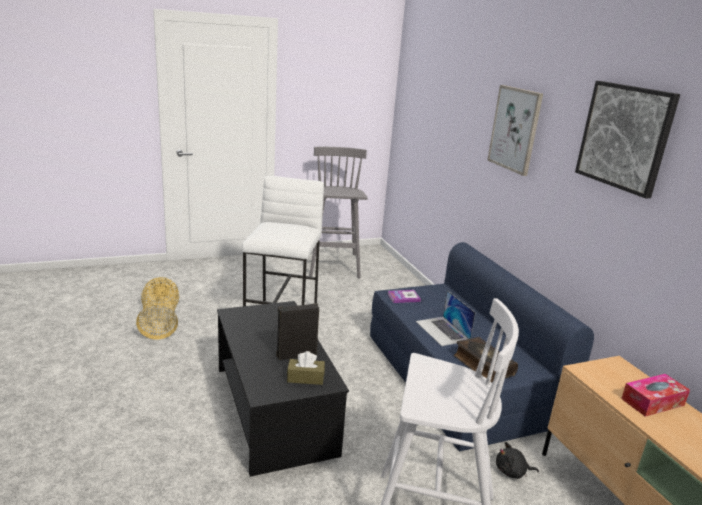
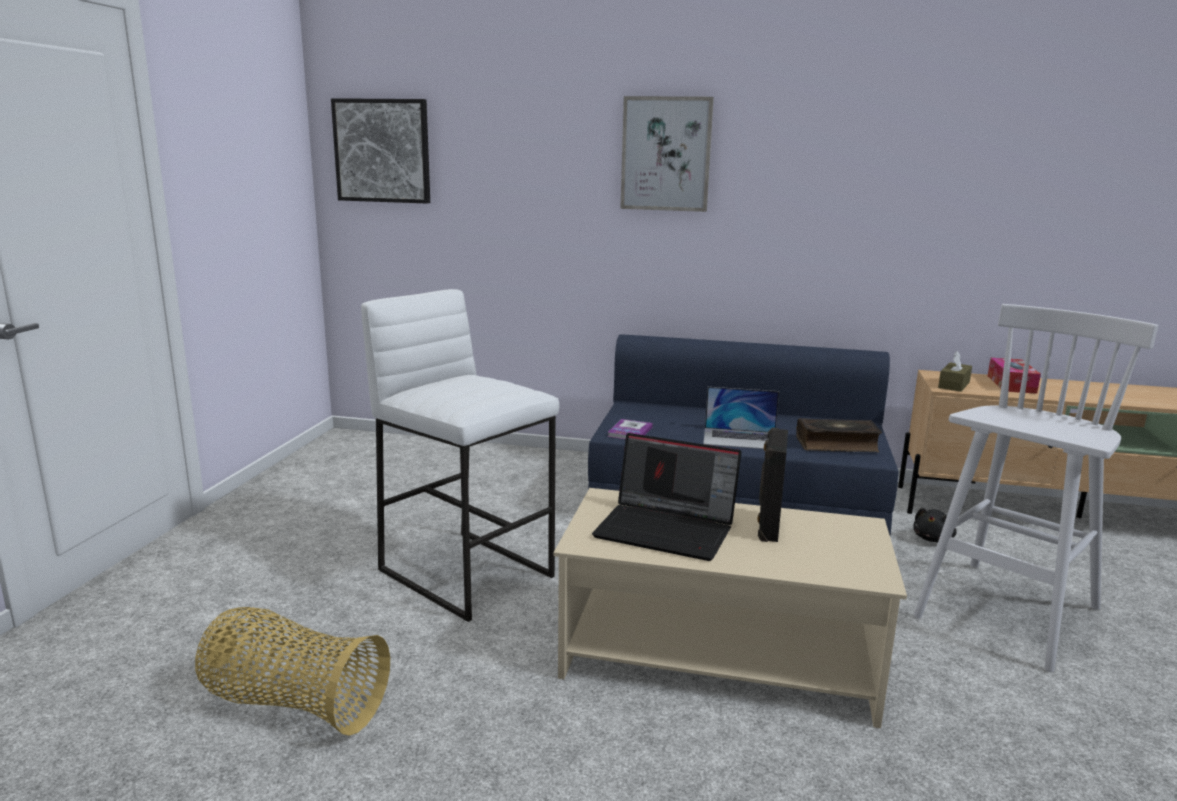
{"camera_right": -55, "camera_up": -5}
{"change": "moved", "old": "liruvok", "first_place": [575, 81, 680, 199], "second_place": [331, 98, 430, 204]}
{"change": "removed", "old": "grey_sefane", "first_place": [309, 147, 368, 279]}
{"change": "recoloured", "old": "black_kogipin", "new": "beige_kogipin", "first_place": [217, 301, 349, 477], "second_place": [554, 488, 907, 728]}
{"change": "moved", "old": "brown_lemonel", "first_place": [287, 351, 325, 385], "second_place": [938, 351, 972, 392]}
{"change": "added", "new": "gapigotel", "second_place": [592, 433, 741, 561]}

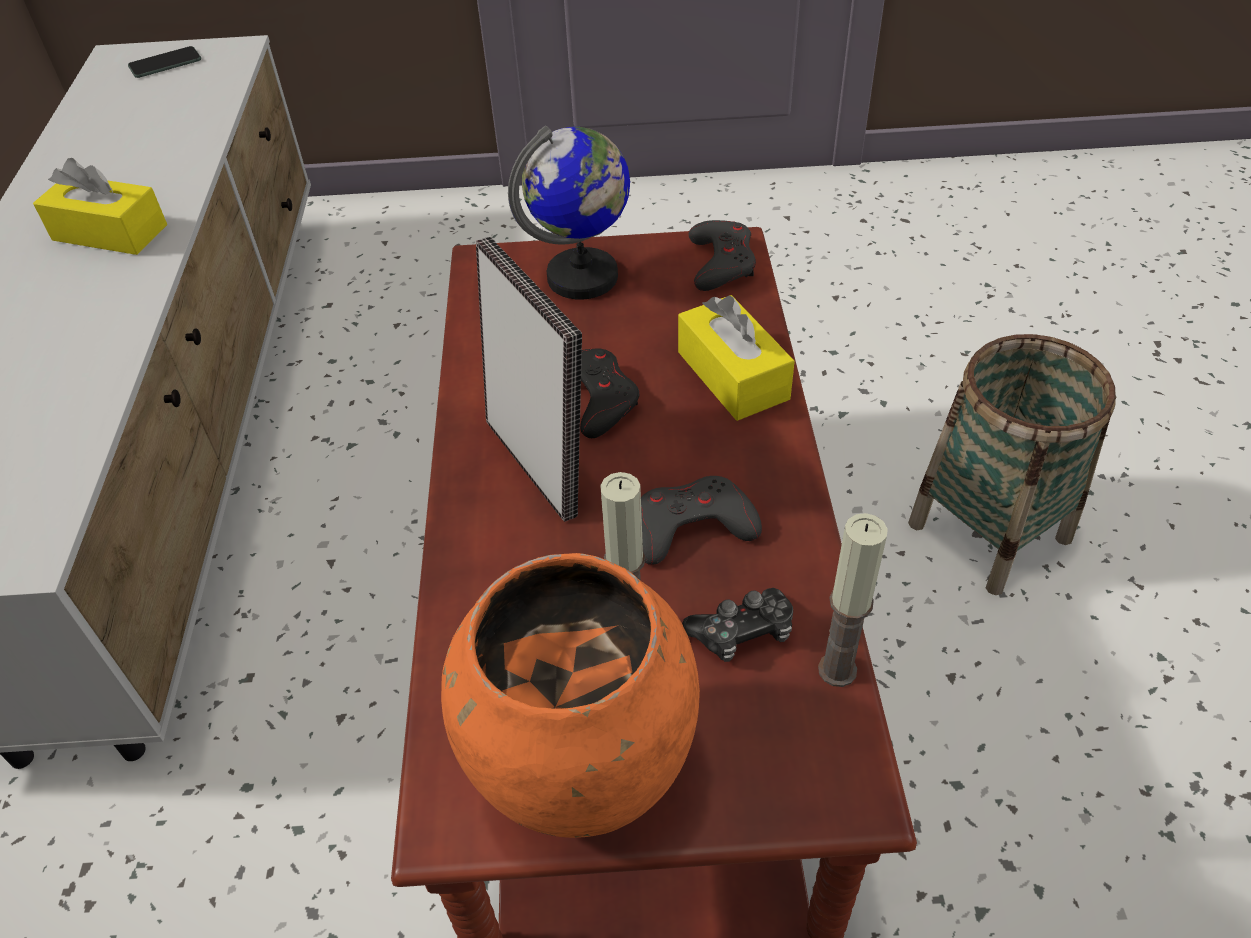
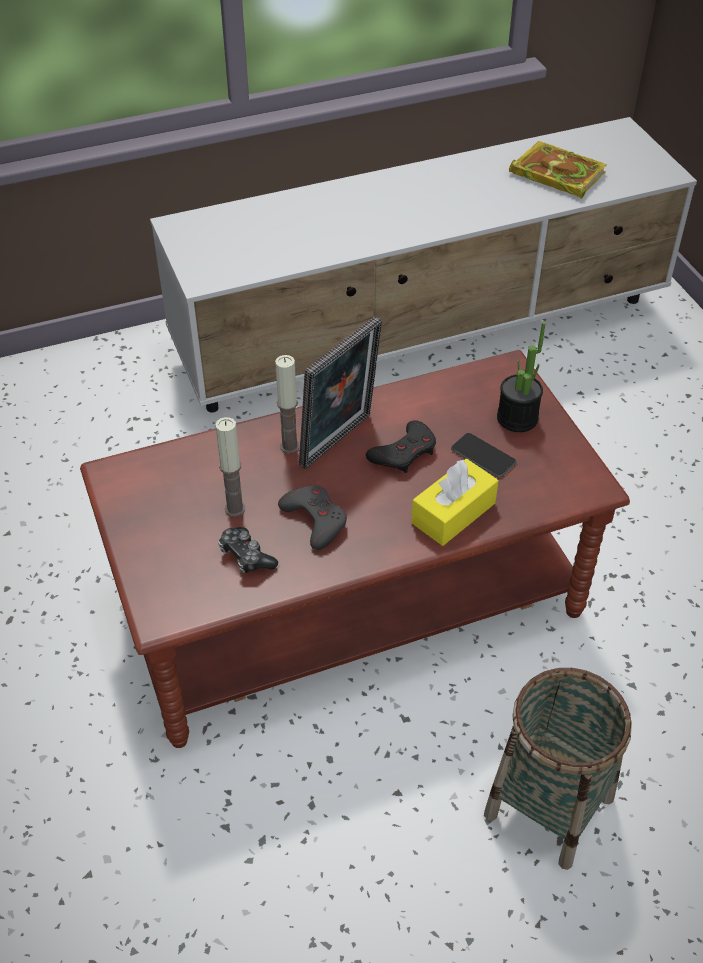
{"camera_right": 70, "camera_up": 0}
{"change": "moved", "old": "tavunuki", "first_place": [128, 46, 201, 78], "second_place": [451, 433, 516, 478]}
{"change": "replaced", "old": "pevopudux", "new": "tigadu", "first_place": [508, 126, 630, 300], "second_place": [497, 322, 545, 432]}
{"change": "removed", "old": "yellow_lemonel", "first_place": [33, 158, 167, 255]}
{"change": "removed", "old": "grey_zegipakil", "first_place": [689, 220, 756, 291]}
{"change": "moved", "old": "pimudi", "first_place": [818, 513, 888, 687], "second_place": [275, 355, 300, 453]}
{"change": "removed", "old": "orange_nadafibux", "first_place": [441, 553, 700, 838]}
{"change": "added", "new": "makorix", "second_place": [509, 141, 607, 199]}

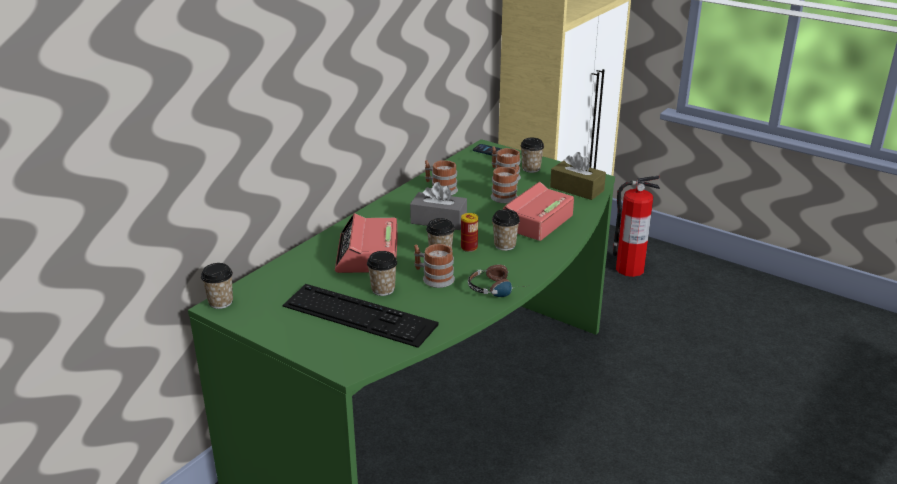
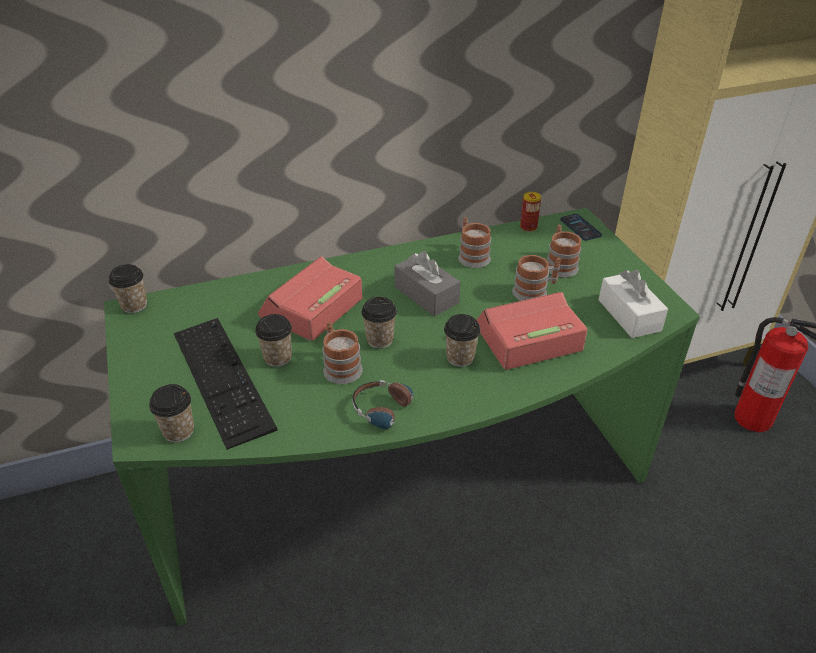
{"camera_right": 35, "camera_up": 10}
{"change": "moved", "old": "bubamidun", "first_place": [520, 138, 544, 173], "second_place": [149, 384, 194, 442]}
{"change": "recoloured", "old": "brown_lemonel", "new": "white_lemonel", "first_place": [550, 152, 606, 200], "second_place": [599, 270, 668, 338]}
{"change": "moved", "old": "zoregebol", "first_place": [461, 213, 478, 252], "second_place": [520, 192, 541, 232]}

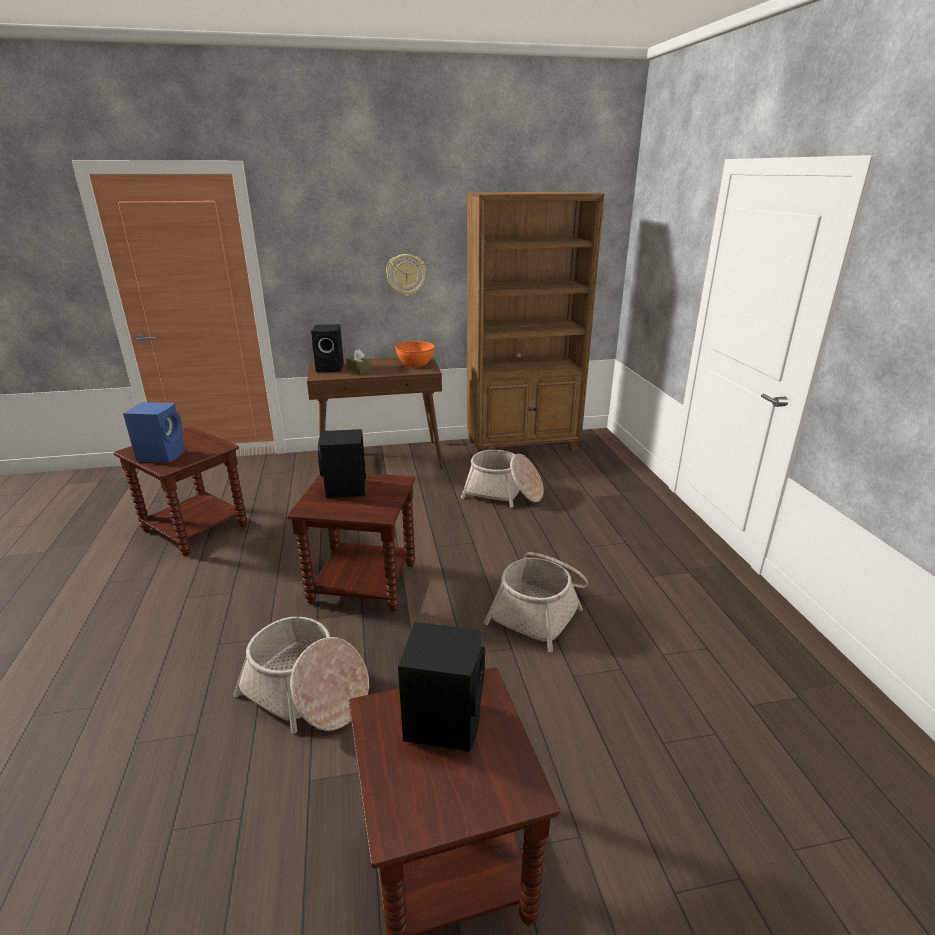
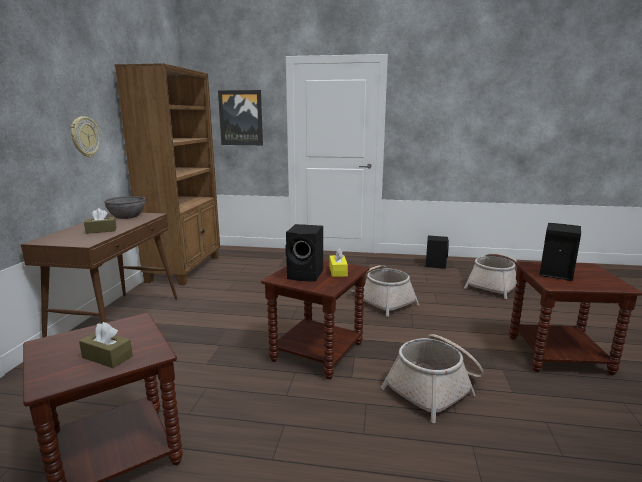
{"camera_right": -70, "camera_up": -10}
{"change": "moved", "old": "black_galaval", "first_place": [311, 324, 344, 372], "second_place": [426, 235, 449, 269]}
{"change": "recoloured", "old": "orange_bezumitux", "new": "grey_bezumitux", "first_place": [395, 341, 435, 367], "second_place": [104, 196, 146, 219]}
{"change": "replaced", "old": "blue_galaval", "new": "brown_lemonel", "first_place": [123, 402, 185, 463], "second_place": [79, 322, 133, 368]}
{"change": "moved", "old": "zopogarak", "first_place": [461, 450, 544, 507], "second_place": [464, 253, 518, 299]}
{"change": "added", "new": "liruvok", "second_place": [218, 90, 263, 145]}
{"change": "added", "new": "yellow_lemonel", "second_place": [329, 248, 348, 277]}

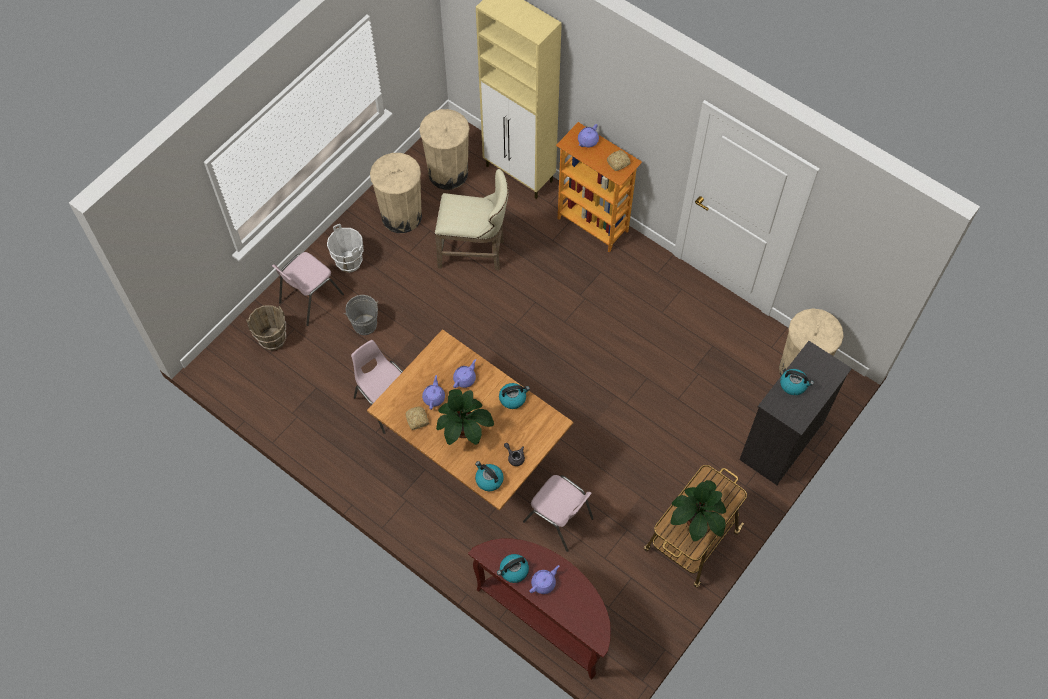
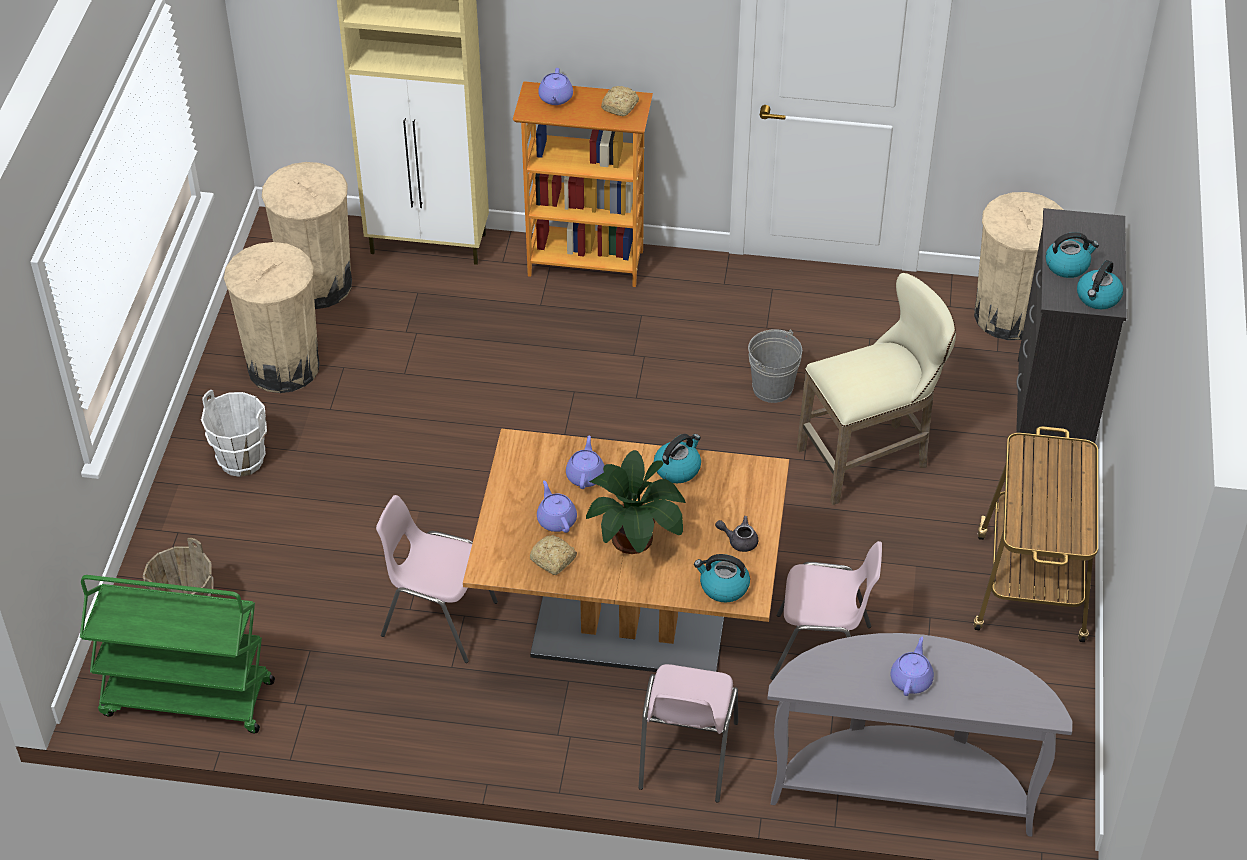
{"camera_right": -30, "camera_up": -15}
{"change": "moved", "old": "beige_sefane", "first_place": [435, 169, 509, 271], "second_place": [797, 273, 956, 505]}
{"change": "moved", "old": "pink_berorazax", "first_place": [272, 252, 344, 326], "second_place": [639, 664, 738, 802]}
{"change": "moved", "old": "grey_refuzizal", "first_place": [344, 295, 378, 335], "second_place": [748, 329, 802, 403]}
{"change": "removed", "old": "tigadu", "first_place": [670, 480, 726, 541]}
{"change": "recoloured", "old": "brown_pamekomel", "new": "grey_pamekomel", "first_place": [468, 539, 611, 679], "second_place": [767, 633, 1072, 837]}
{"change": "moved", "old": "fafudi", "first_place": [497, 554, 529, 583], "second_place": [1077, 260, 1123, 309]}
{"change": "added", "new": "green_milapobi", "second_place": [80, 575, 275, 733]}

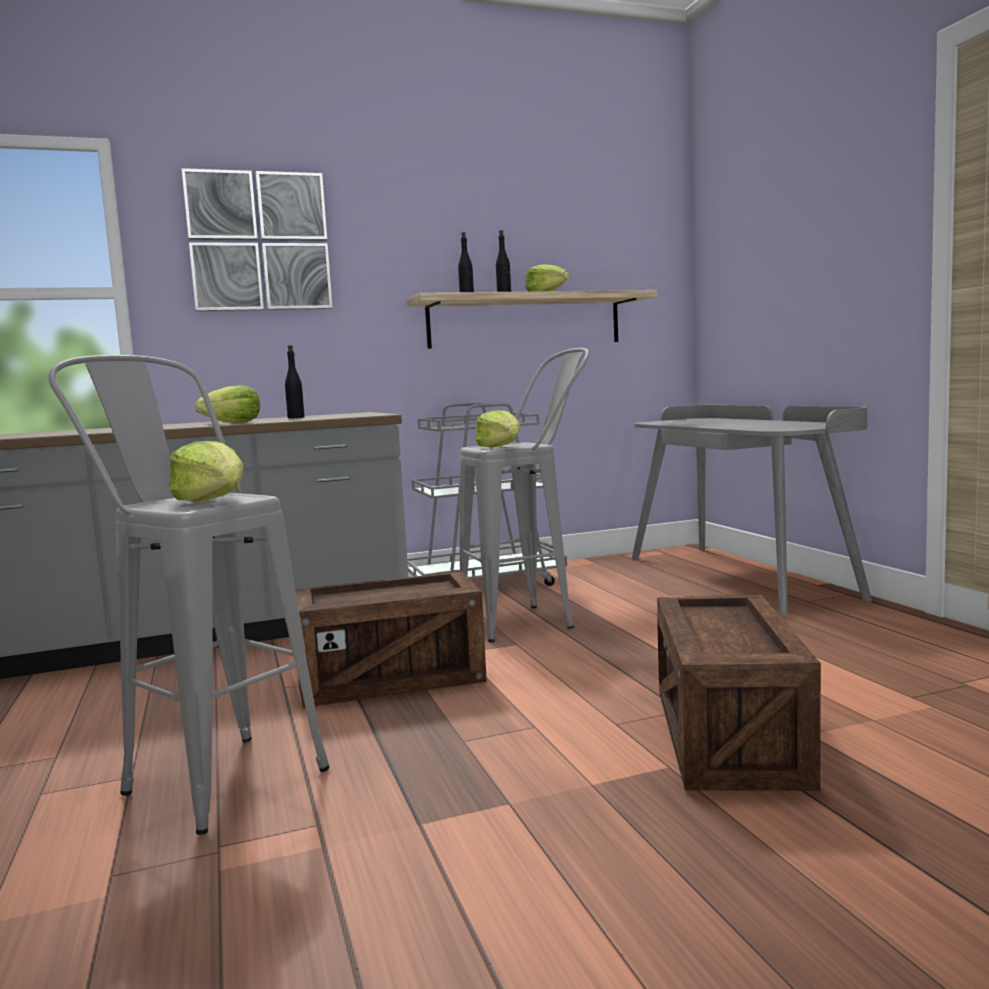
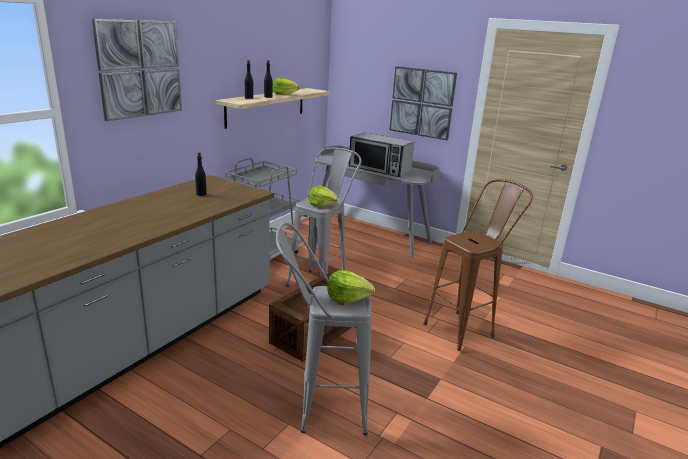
{"camera_right": -40, "camera_up": 15}
{"change": "removed", "old": "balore", "first_place": [195, 385, 260, 423]}
{"change": "replaced", "old": "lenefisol", "new": "brown_sefane", "first_place": [657, 595, 821, 791], "second_place": [423, 179, 533, 351]}
{"change": "added", "new": "liruvok", "second_place": [390, 66, 457, 140]}
{"change": "added", "new": "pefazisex", "second_place": [349, 132, 414, 177]}

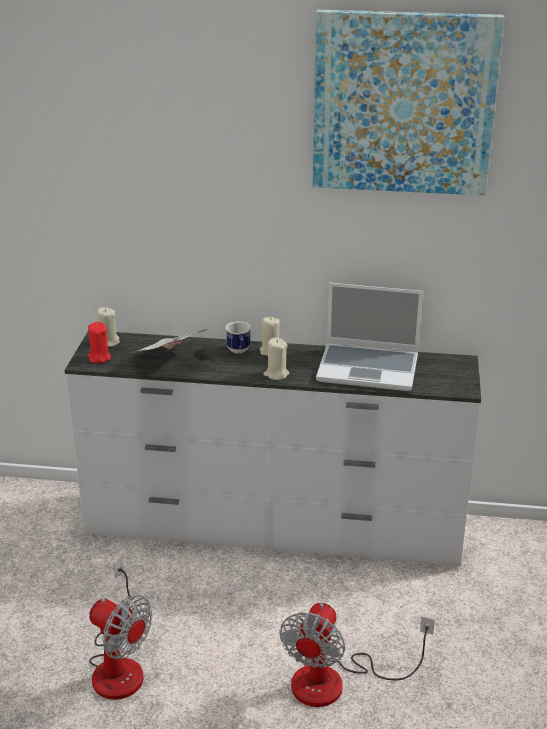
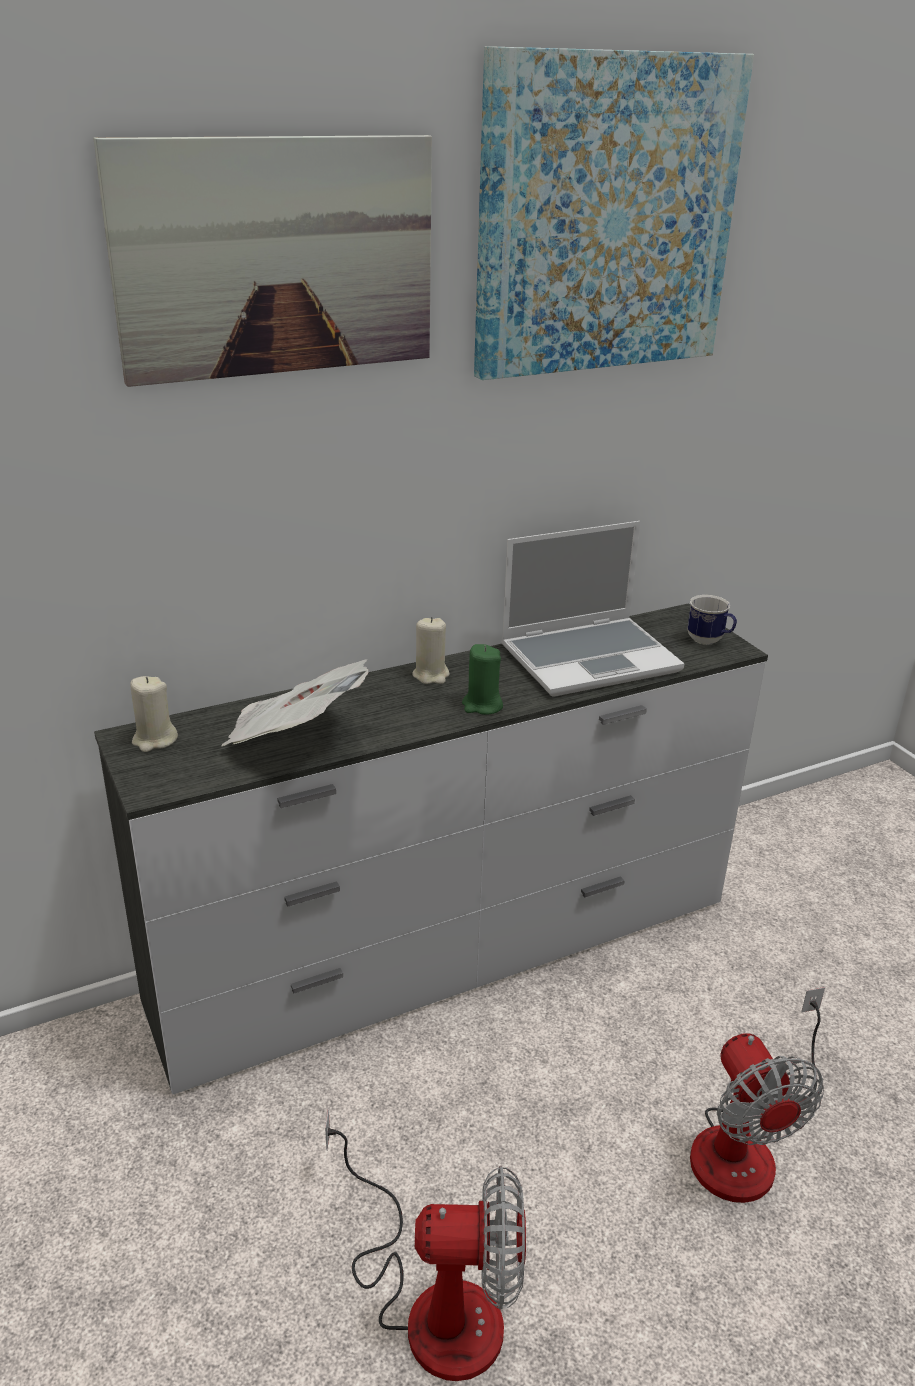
{"camera_right": -35, "camera_up": 0}
{"change": "moved", "old": "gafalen", "first_place": [225, 321, 251, 354], "second_place": [687, 595, 737, 645]}
{"change": "removed", "old": "red_pimudi", "first_place": [88, 322, 111, 363]}
{"change": "recoloured", "old": "beige_pimudi", "new": "green_pimudi", "first_place": [263, 337, 290, 380], "second_place": [462, 644, 503, 715]}
{"change": "added", "new": "liruvok", "second_place": [93, 135, 432, 387]}

